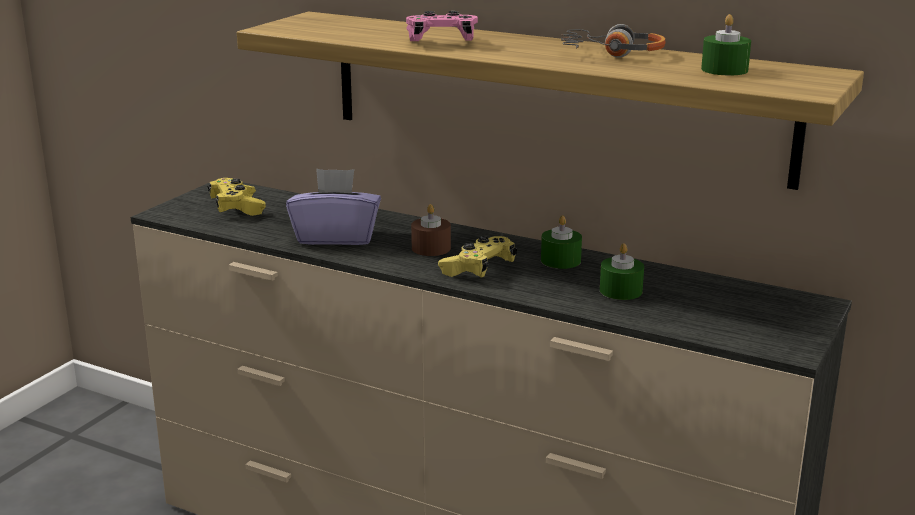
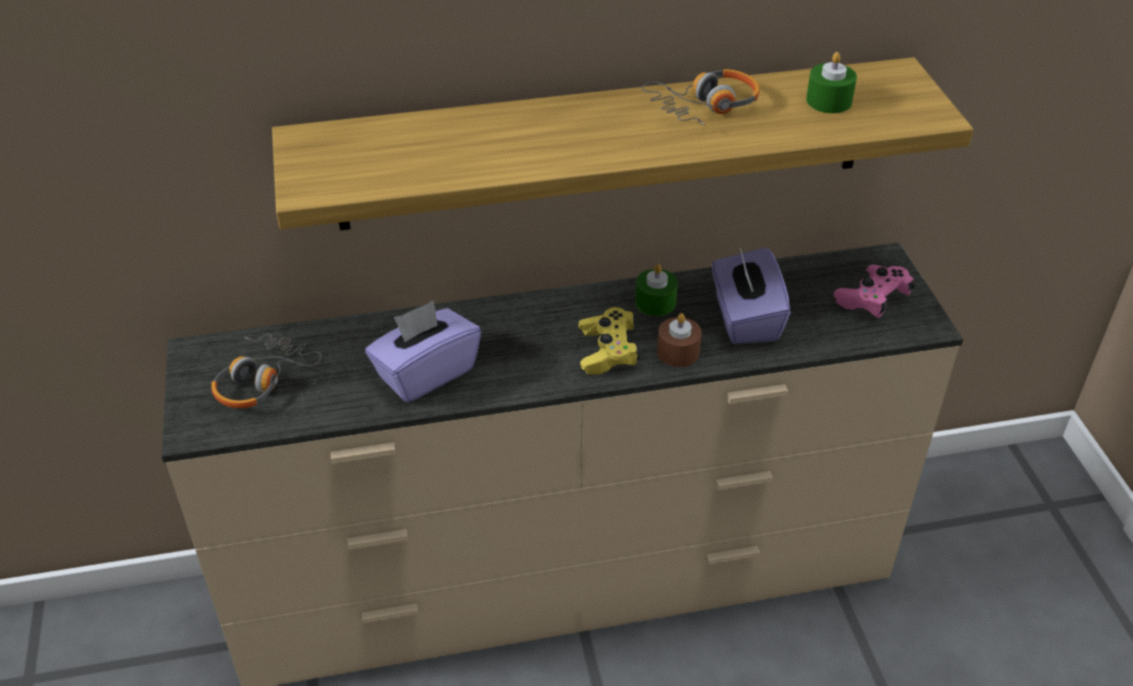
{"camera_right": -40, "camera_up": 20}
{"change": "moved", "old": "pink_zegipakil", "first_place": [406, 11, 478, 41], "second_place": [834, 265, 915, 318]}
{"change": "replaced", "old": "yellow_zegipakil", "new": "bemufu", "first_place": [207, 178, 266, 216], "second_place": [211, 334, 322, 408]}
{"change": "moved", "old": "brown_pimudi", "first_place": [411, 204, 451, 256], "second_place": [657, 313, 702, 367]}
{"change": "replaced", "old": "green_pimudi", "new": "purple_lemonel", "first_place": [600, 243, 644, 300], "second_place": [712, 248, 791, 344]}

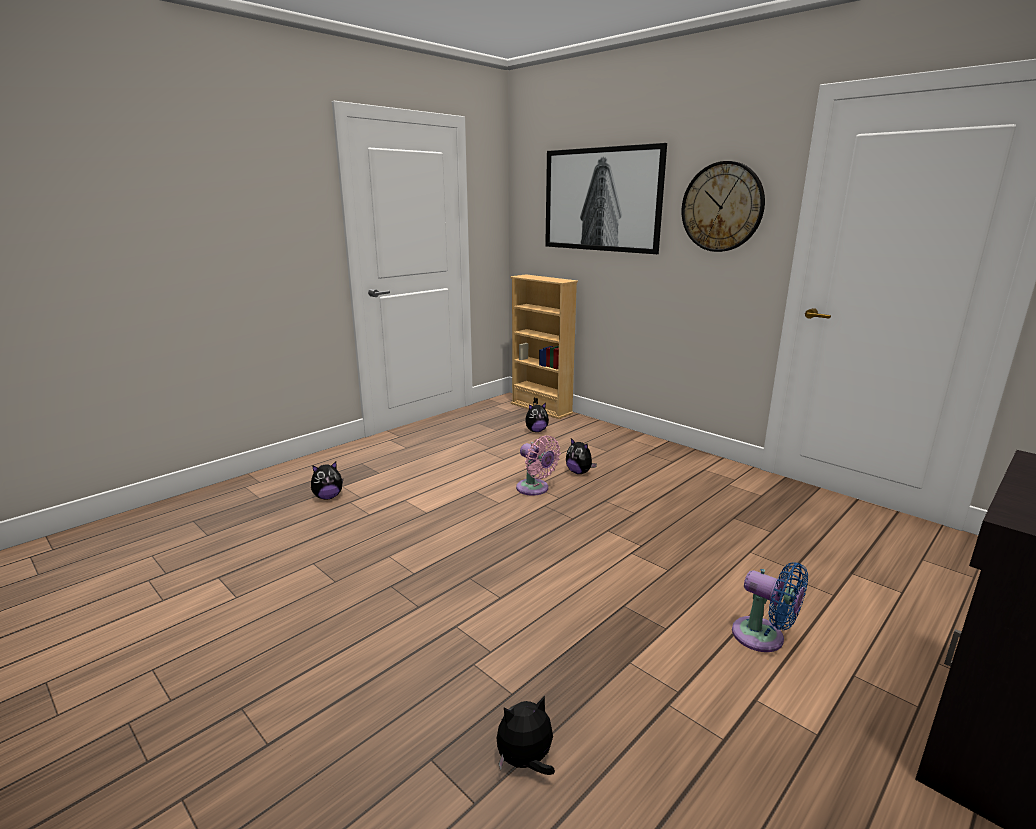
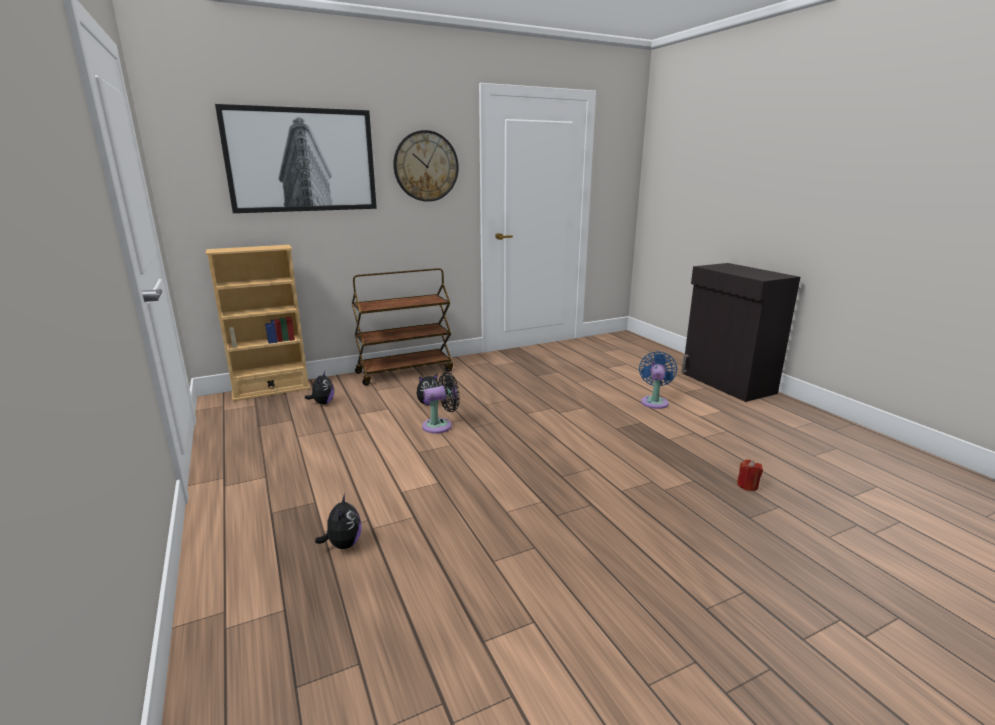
{"camera_right": -70, "camera_up": 0}
{"change": "recoloured", "old": "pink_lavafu", "new": "black_lavafu", "first_place": [516, 435, 561, 496], "second_place": [422, 372, 460, 434]}
{"change": "turned", "old": "blue_lavafu", "first_place": [732, 562, 808, 652], "second_place": [639, 351, 677, 409], "degrees": -45}
{"change": "replaced", "old": "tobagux", "new": "red_pimudi", "first_place": [497, 695, 555, 775], "second_place": [737, 459, 763, 491]}
{"change": "added", "new": "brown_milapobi", "second_place": [352, 268, 453, 385]}

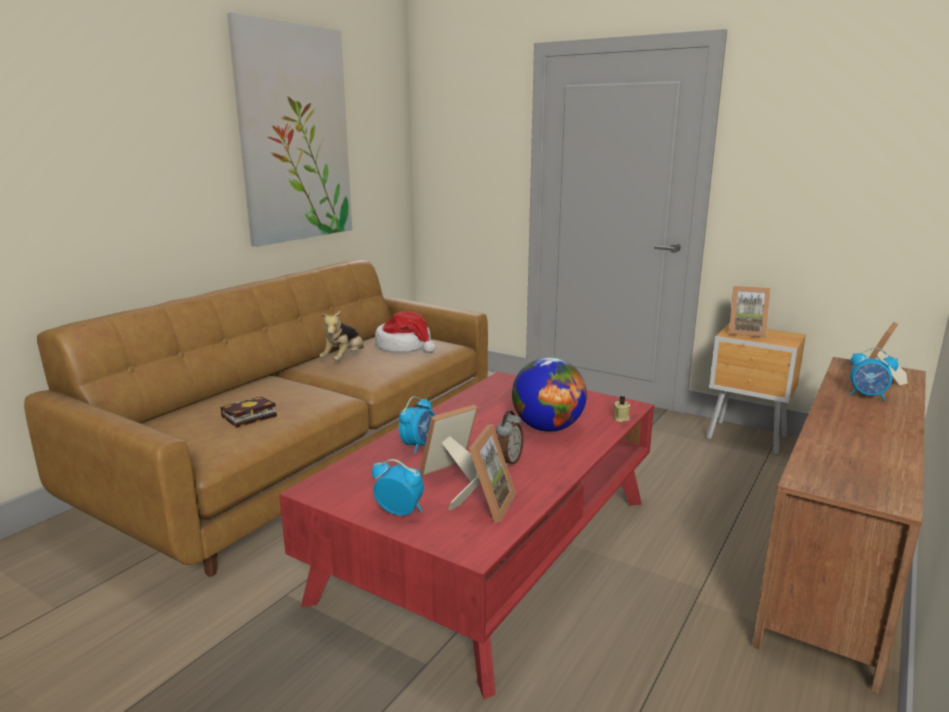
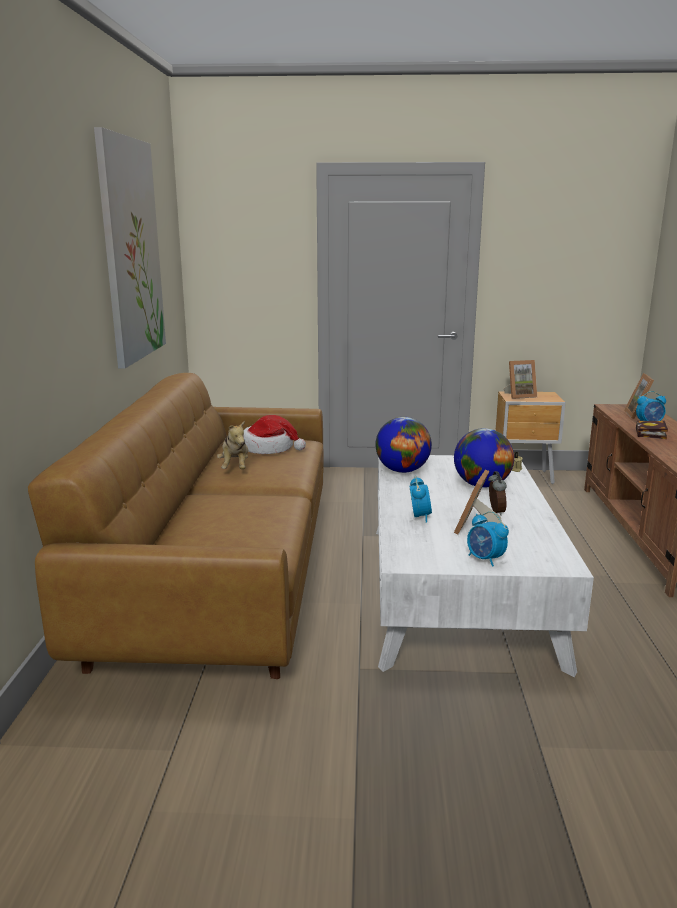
{"camera_right": -30, "camera_up": 0}
{"change": "recoloured", "old": "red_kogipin", "new": "white_kogipin", "first_place": [279, 371, 654, 699], "second_place": [376, 455, 594, 677]}
{"change": "moved", "old": "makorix", "first_place": [220, 396, 277, 428], "second_place": [636, 421, 668, 439]}
{"change": "removed", "old": "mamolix", "first_place": [448, 424, 516, 523]}
{"change": "turned", "old": "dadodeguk", "first_place": [372, 459, 424, 516], "second_place": [467, 512, 509, 567], "degrees": -120}
{"change": "added", "new": "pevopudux", "second_place": [375, 417, 432, 473]}

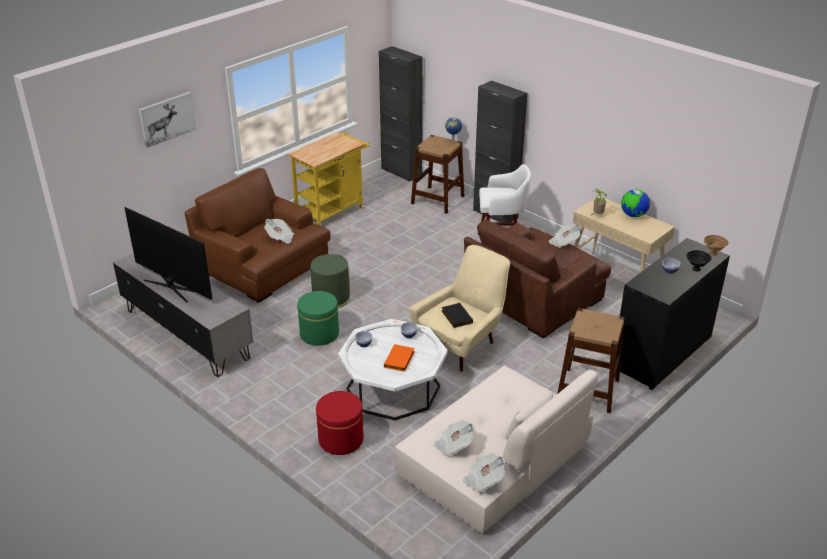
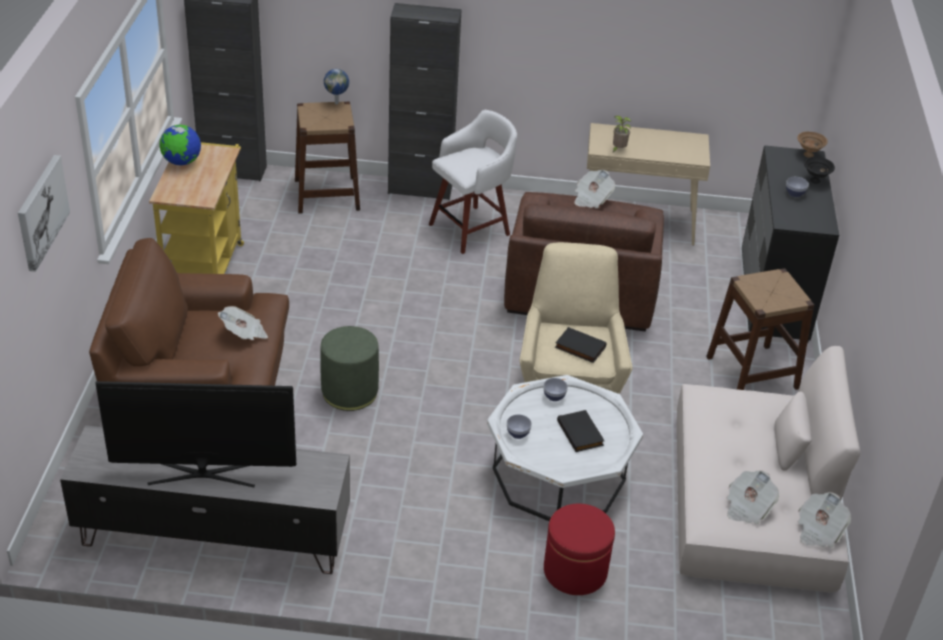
{"camera_right": -40, "camera_up": 5}
{"change": "moved", "old": "pevopudux", "first_place": [621, 189, 650, 217], "second_place": [159, 125, 201, 165]}
{"change": "removed", "old": "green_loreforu", "first_place": [297, 291, 339, 346]}
{"change": "recoloured", "old": "orange_makorix", "new": "black_makorix", "first_place": [384, 344, 414, 372], "second_place": [557, 410, 604, 452]}

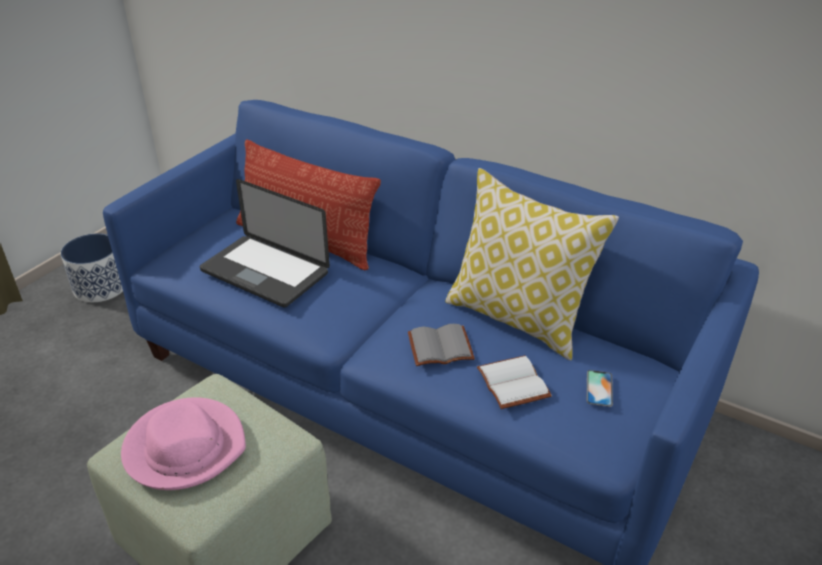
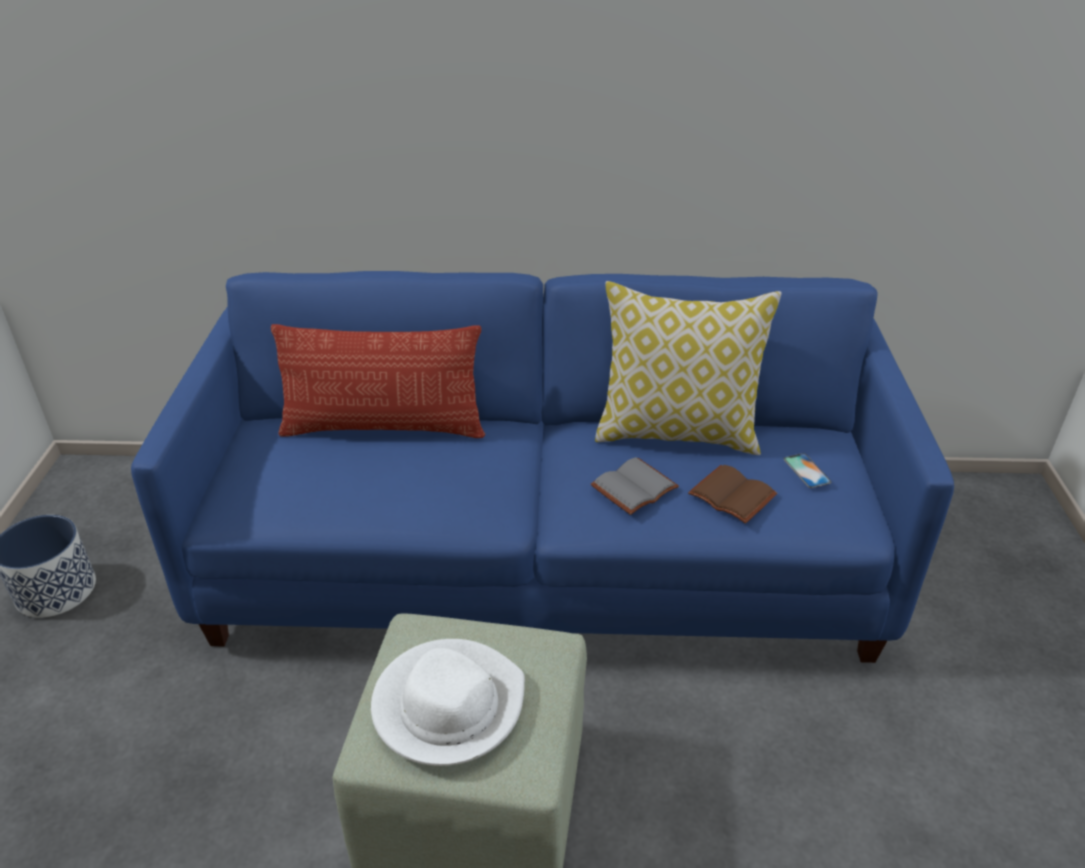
{"camera_right": -30, "camera_up": 0}
{"change": "removed", "old": "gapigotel", "first_place": [200, 179, 330, 307]}
{"change": "recoloured", "old": "white_makorix", "new": "brown_makorix", "first_place": [477, 355, 552, 409], "second_place": [688, 465, 777, 524]}
{"change": "recoloured", "old": "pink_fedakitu", "new": "white_fedakitu", "first_place": [121, 397, 246, 490], "second_place": [371, 639, 525, 766]}

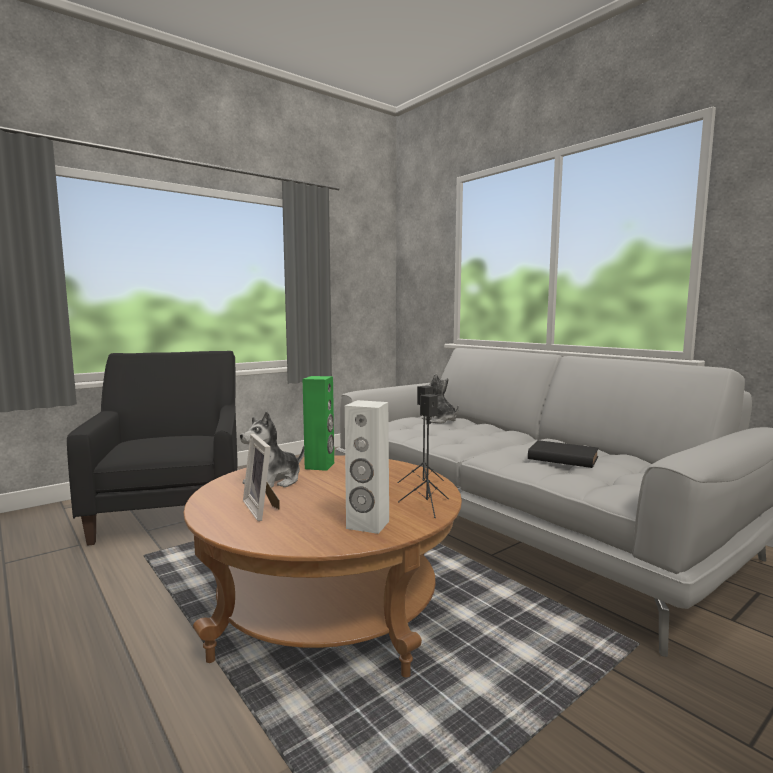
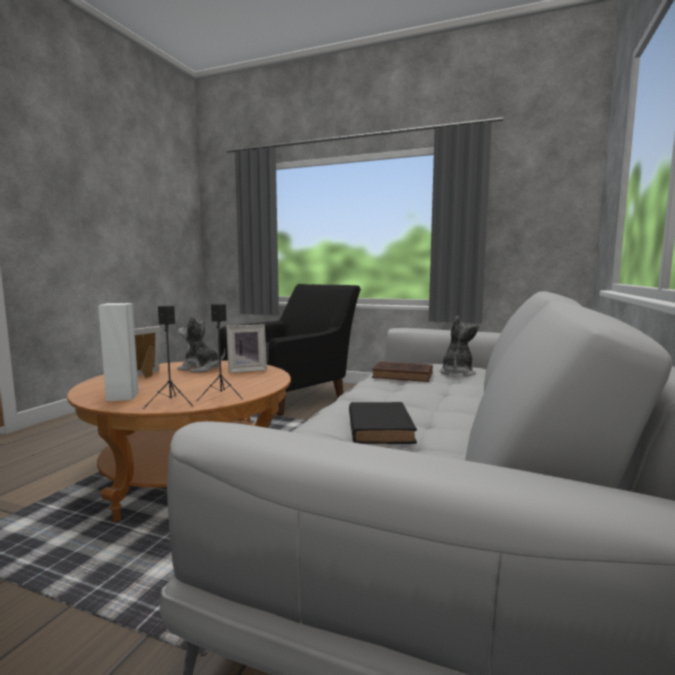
{"camera_right": 60, "camera_up": 0}
{"change": "replaced", "old": "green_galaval", "new": "mamolix", "first_place": [303, 376, 334, 471], "second_place": [226, 324, 267, 373]}
{"change": "added", "new": "brown_makorix", "second_place": [372, 361, 433, 382]}

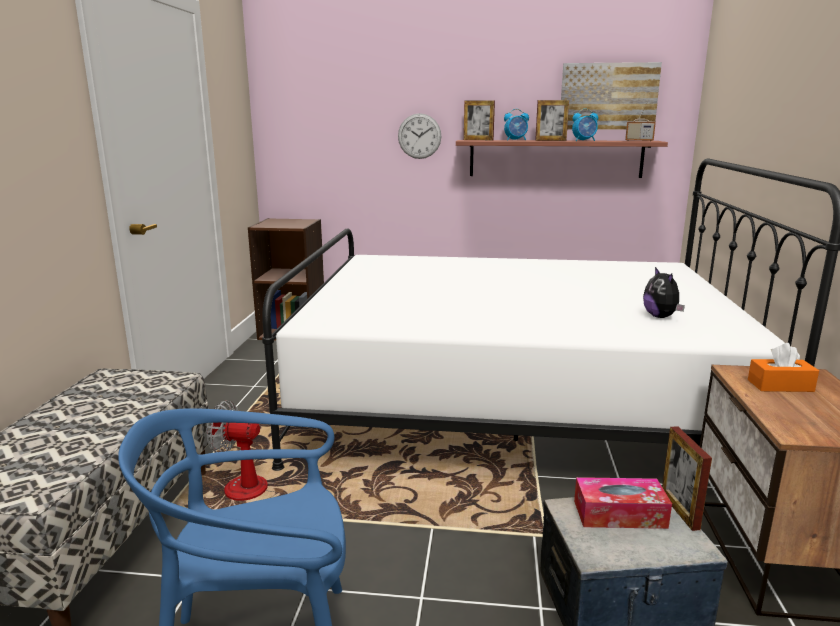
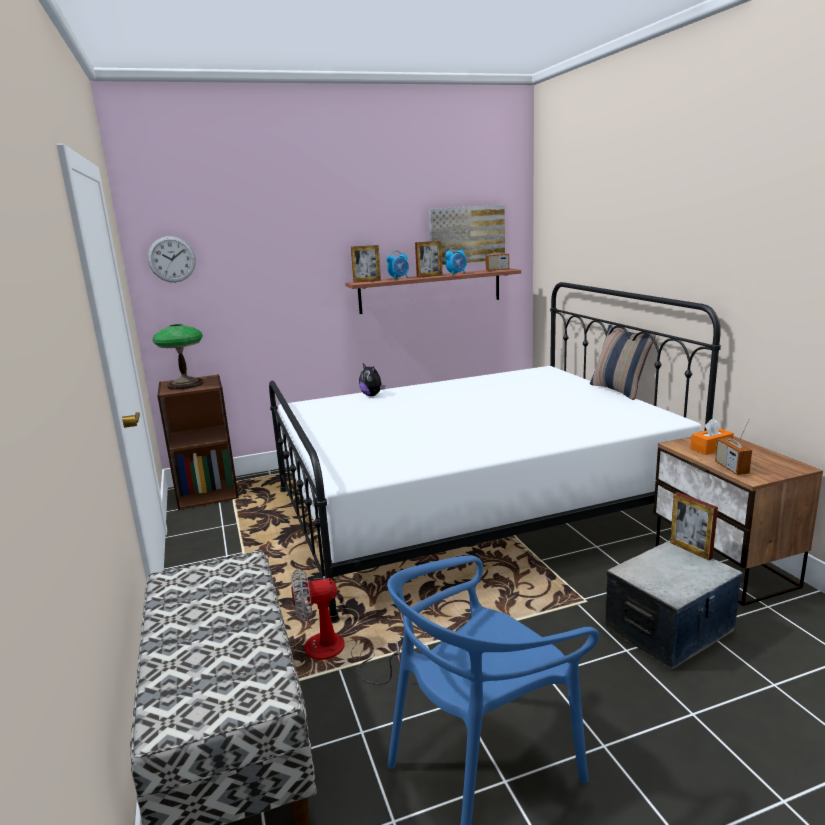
{"camera_right": -25, "camera_up": 0}
{"change": "moved", "old": "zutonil", "first_place": [398, 113, 442, 159], "second_place": [148, 236, 196, 282]}
{"change": "moved", "old": "tobagux", "first_place": [643, 267, 685, 318], "second_place": [359, 364, 385, 396]}
{"change": "removed", "old": "lemonel", "first_place": [574, 477, 672, 529]}
{"change": "added", "new": "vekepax", "second_place": [153, 324, 204, 390]}
{"change": "added", "new": "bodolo", "second_place": [590, 325, 656, 400]}
{"change": "added", "new": "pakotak", "second_place": [715, 418, 752, 475]}

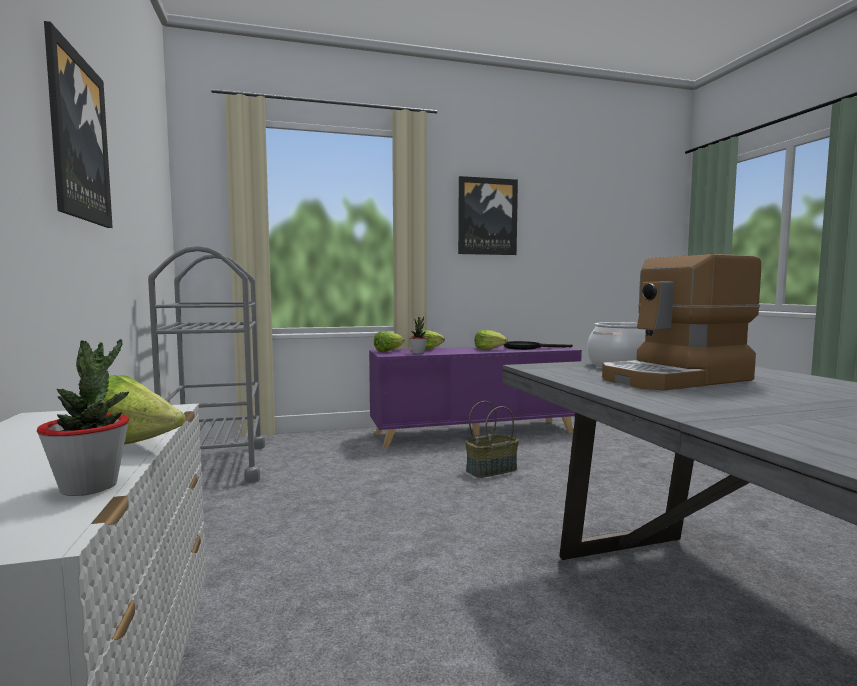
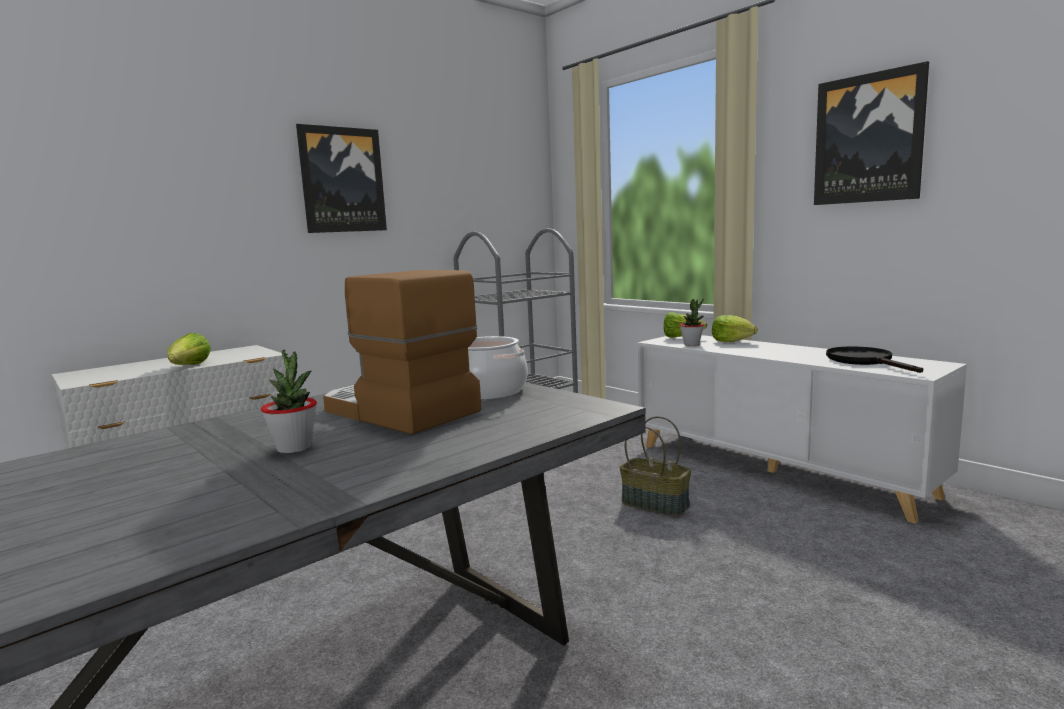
{"camera_right": 65, "camera_up": 5}
{"change": "removed", "old": "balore", "first_place": [474, 330, 508, 350]}
{"change": "moved", "old": "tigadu", "first_place": [37, 339, 129, 496], "second_place": [261, 350, 317, 453]}
{"change": "recoloured", "old": "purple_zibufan", "new": "white_zibufan", "first_place": [369, 346, 582, 448], "second_place": [637, 335, 967, 524]}

